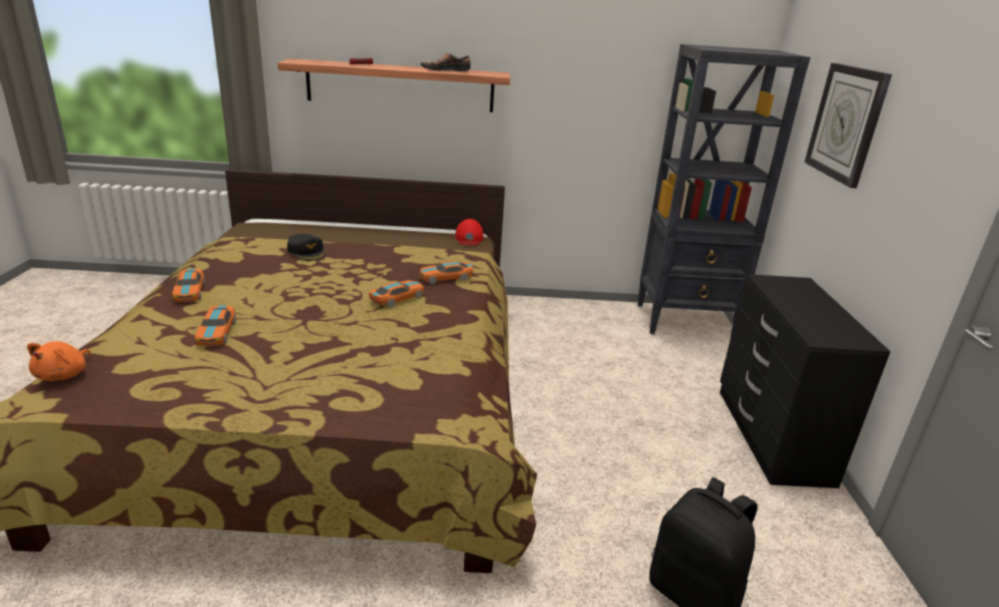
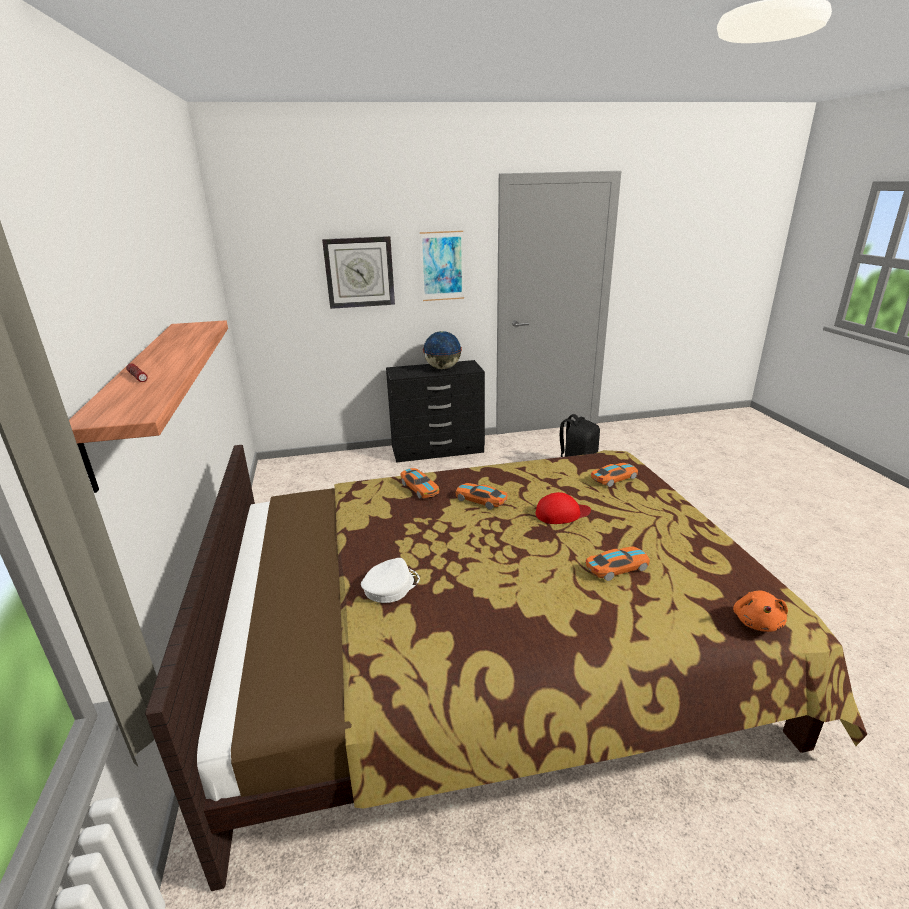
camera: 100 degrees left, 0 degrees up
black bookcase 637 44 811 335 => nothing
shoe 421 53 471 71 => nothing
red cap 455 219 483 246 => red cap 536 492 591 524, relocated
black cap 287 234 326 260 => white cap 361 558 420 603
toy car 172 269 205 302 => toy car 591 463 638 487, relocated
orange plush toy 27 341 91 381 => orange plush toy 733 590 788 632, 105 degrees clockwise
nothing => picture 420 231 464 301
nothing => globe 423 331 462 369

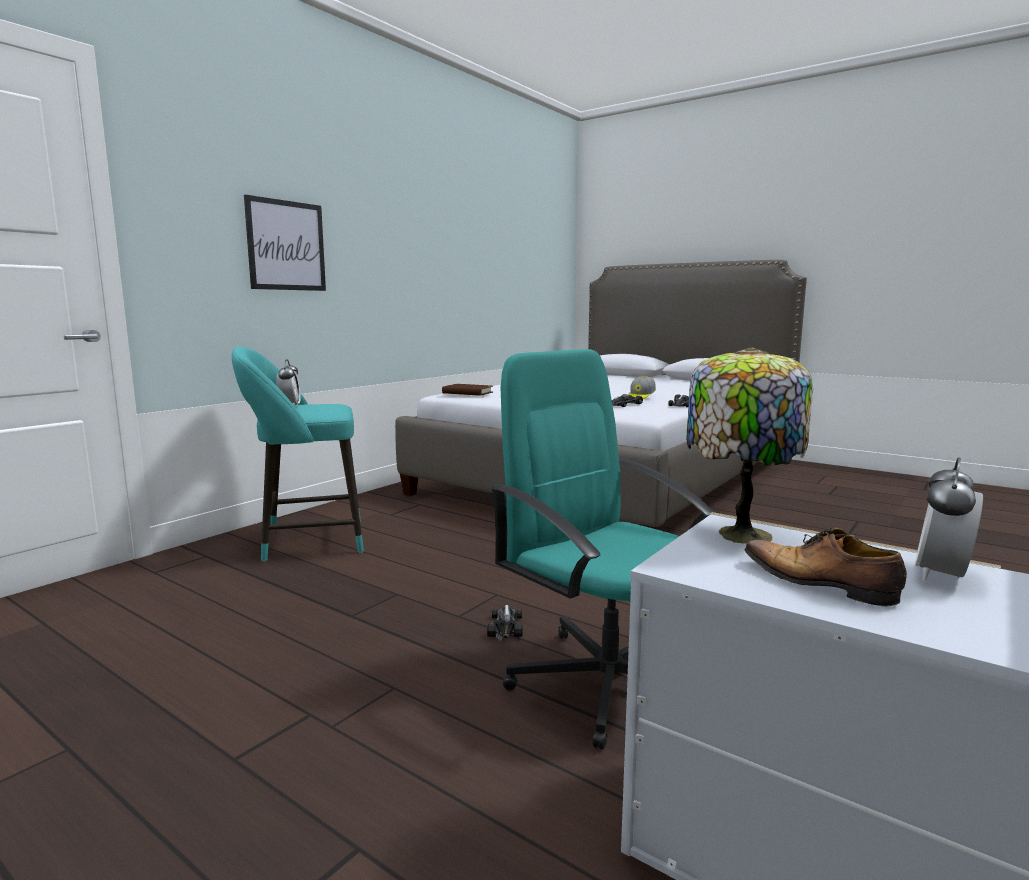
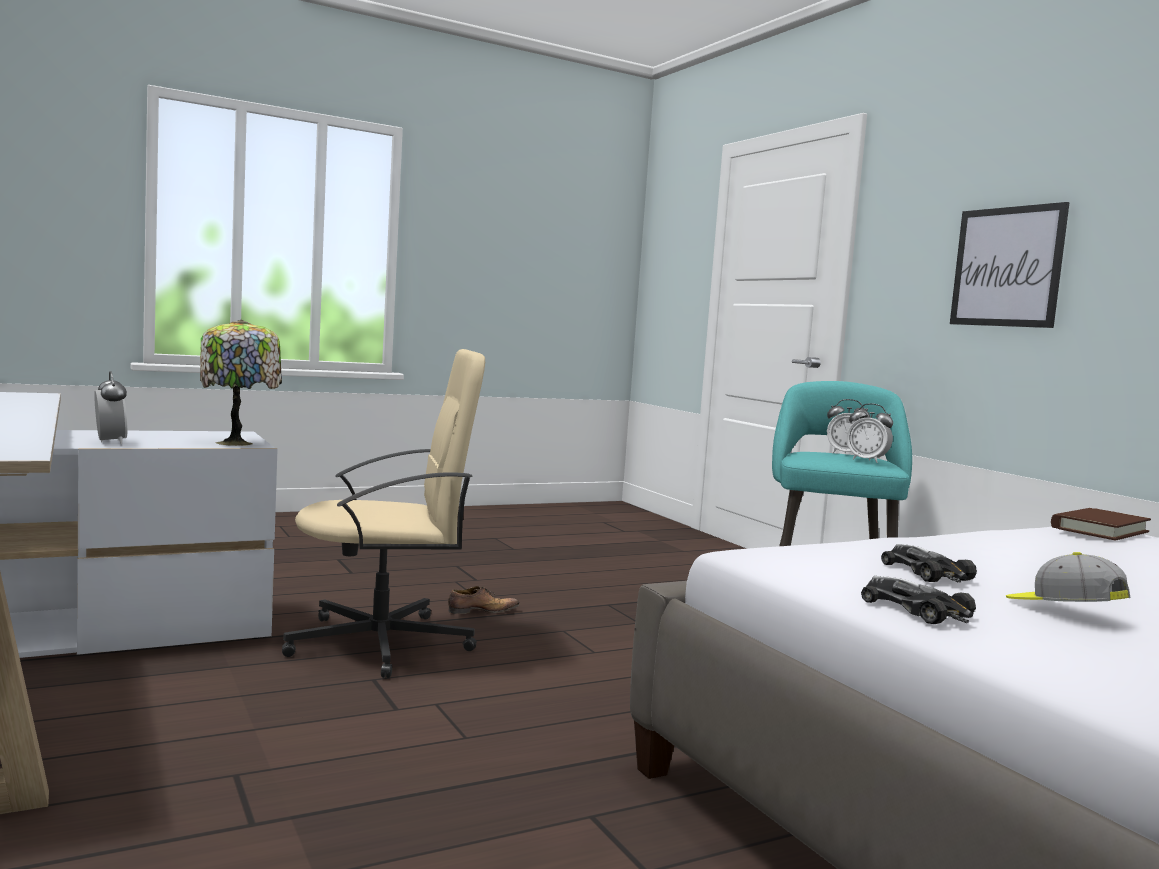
camera: 115 degrees right, 5 degrees down
turquoise office chair 490 349 715 750 => beige office chair 282 349 485 678
shoe 745 528 907 606 => shoe 448 586 520 614, relocated
toy car 487 605 523 640 => nothing
nothing => alarm clock 847 403 893 463

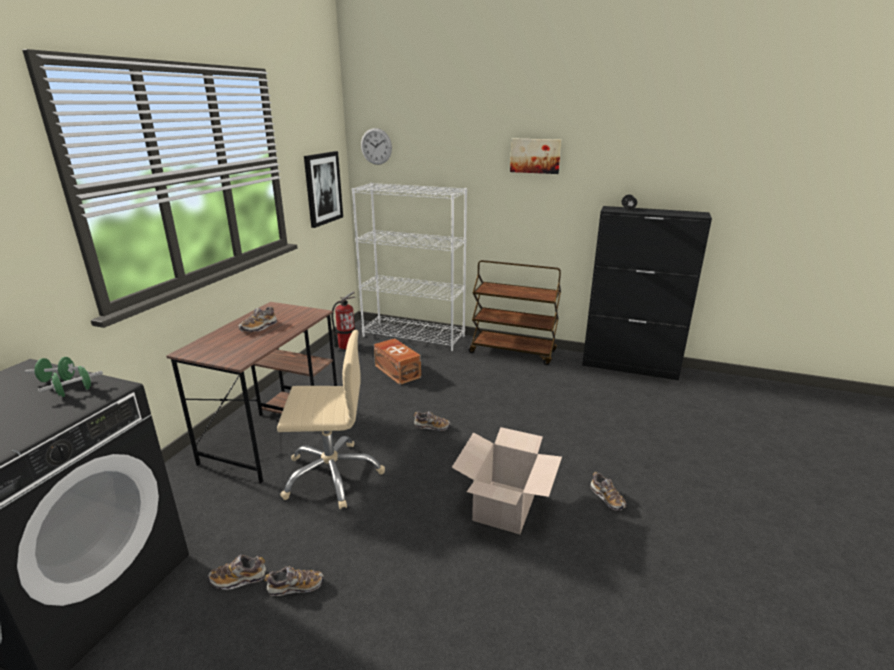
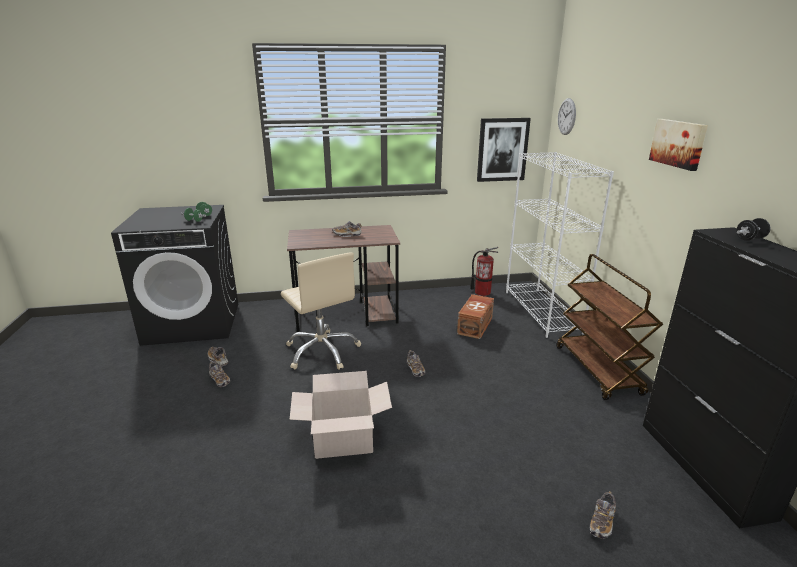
camera: 60 degrees right, 0 degrees up
shoe 590 472 627 511 => shoe 590 491 616 539, relocated

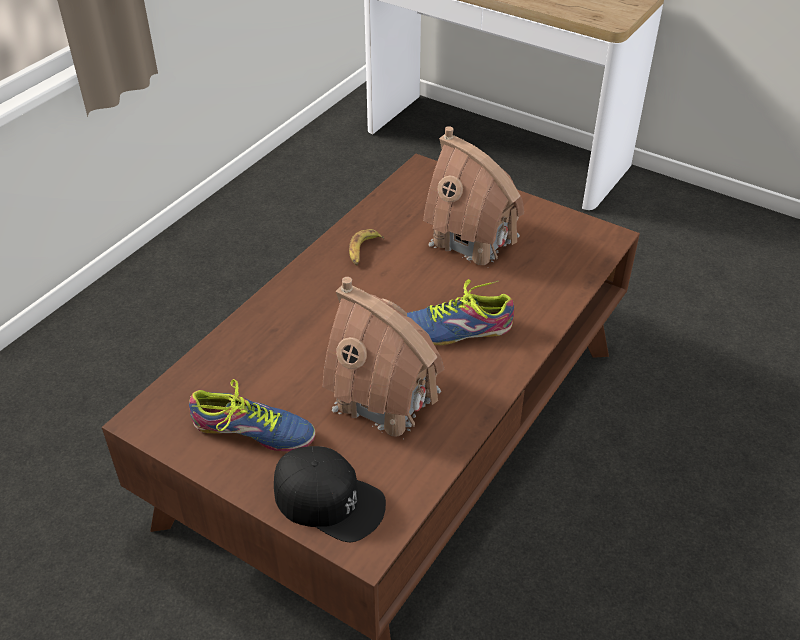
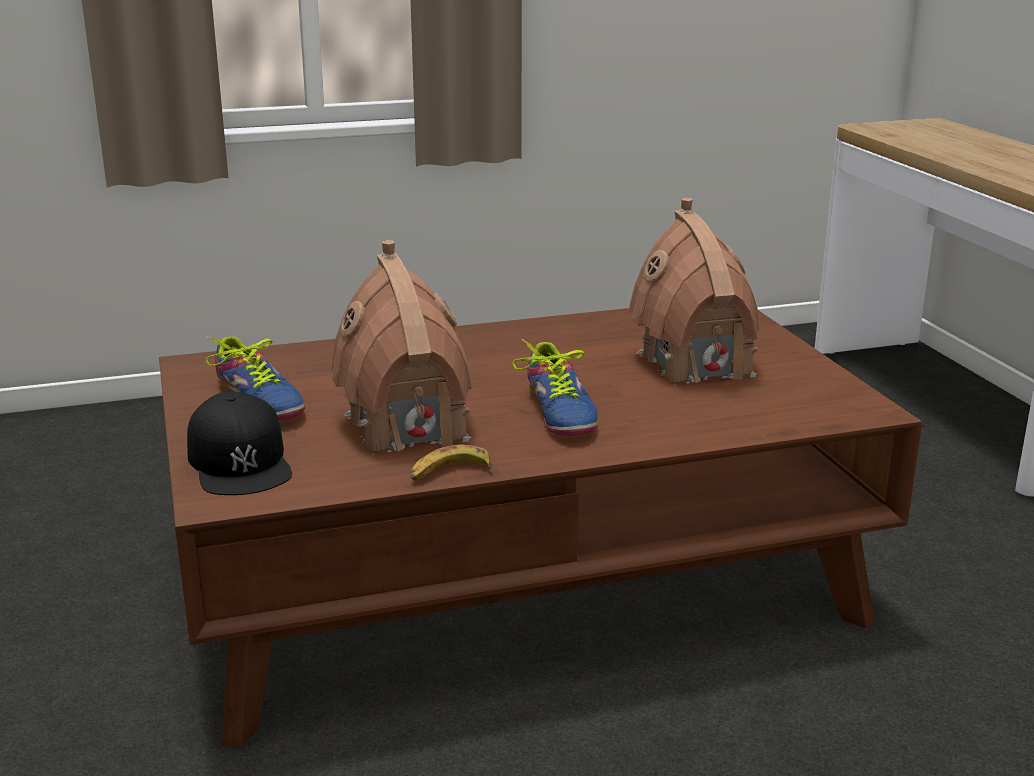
camera: 40 degrees right, 20 degrees down
banana 349 229 384 266 => banana 411 445 492 481, relocated
shoe 407 279 514 345 => shoe 512 339 598 436, 135 degrees counterclockwise

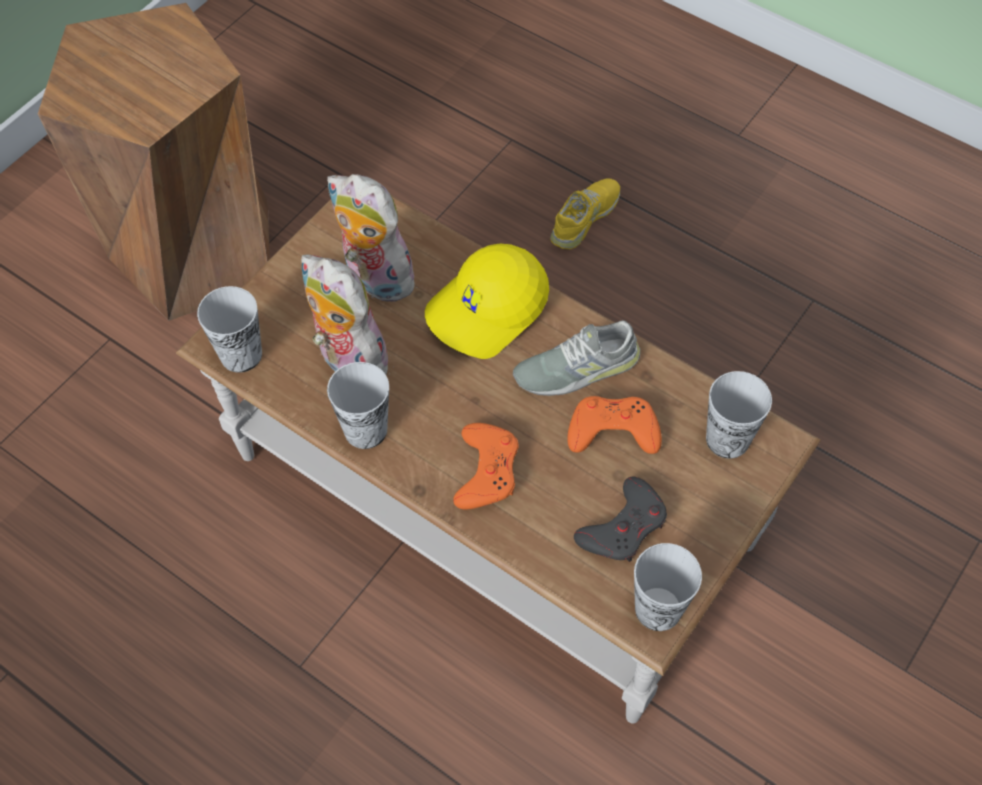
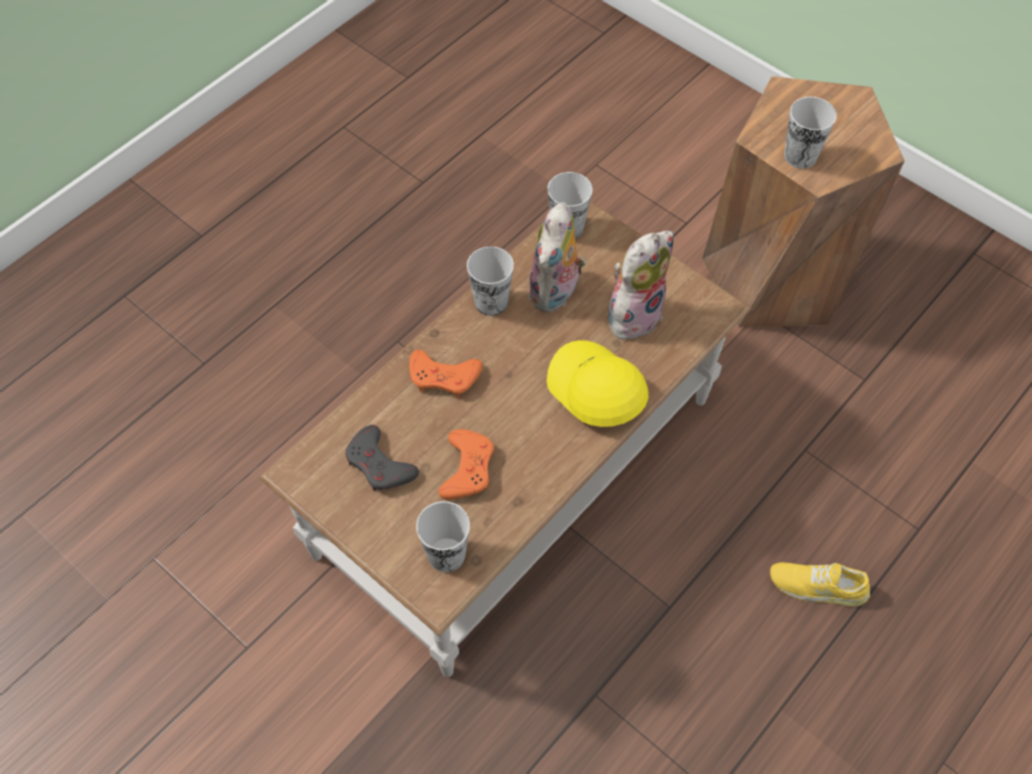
camera: 95 degrees right, 0 degrees up
yellow shoe 550 179 620 249 => yellow shoe 770 562 870 607, 150 degrees clockwise
plush toy 301 255 394 374 => plush toy 528 202 586 313, 150 degrees clockwise
grey shoe 513 320 641 396 => nothing
cup 634 543 702 631 => cup 784 97 837 169, relocated

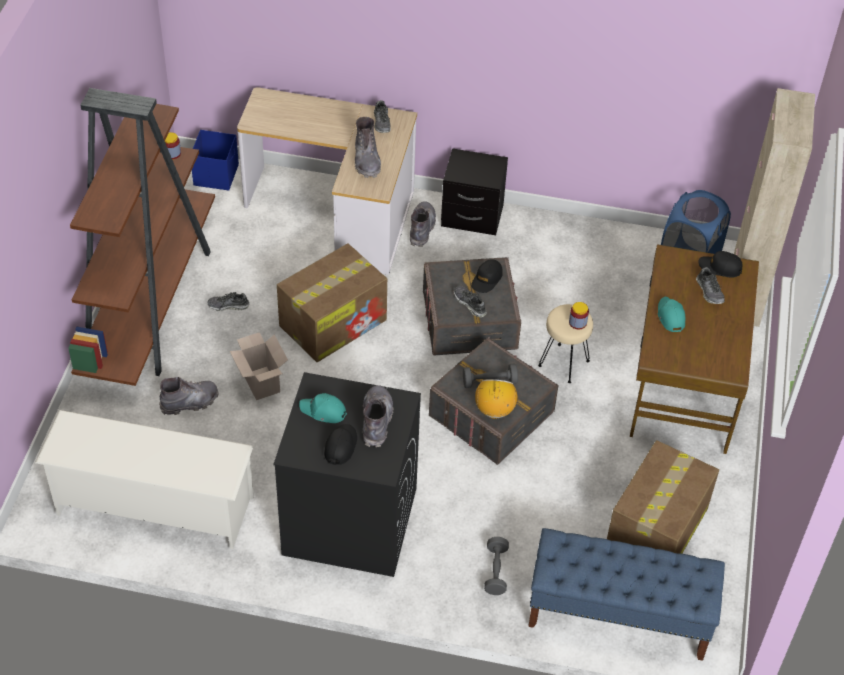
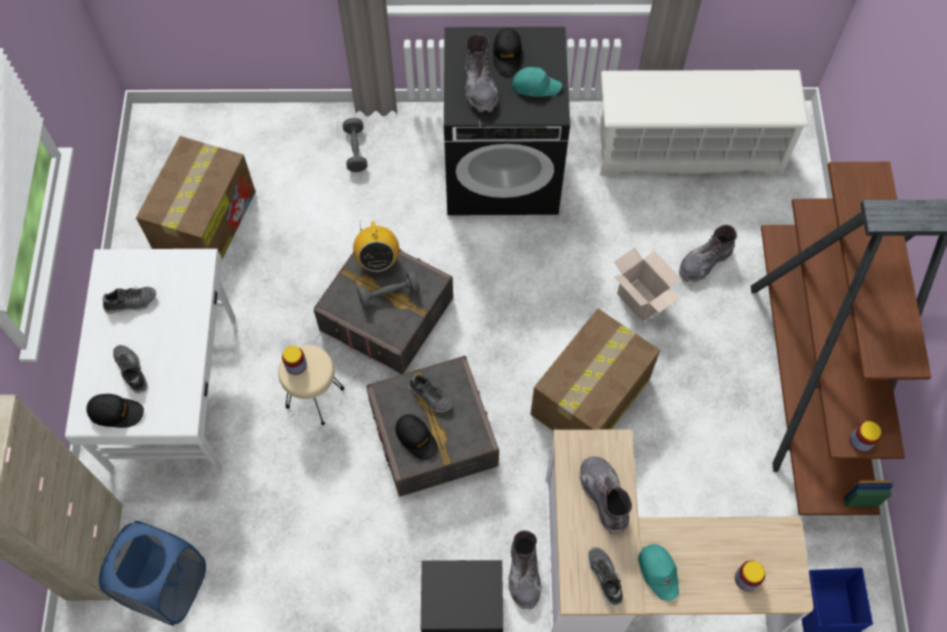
camera: 170 degrees right, 15 degrees up
brown desk 630 244 759 454 => white desk 65 249 236 473
black cap 471 259 503 293 => black cap 396 414 438 460, 120 degrees clockwise
shoe 207 292 249 311 => shoe 103 286 156 314, relocated
turquoise cap 658 297 685 332 => turquoise cap 638 544 679 601, relocated
blue bench 528 528 725 661 => nothing
nothing => jar 735 560 765 591

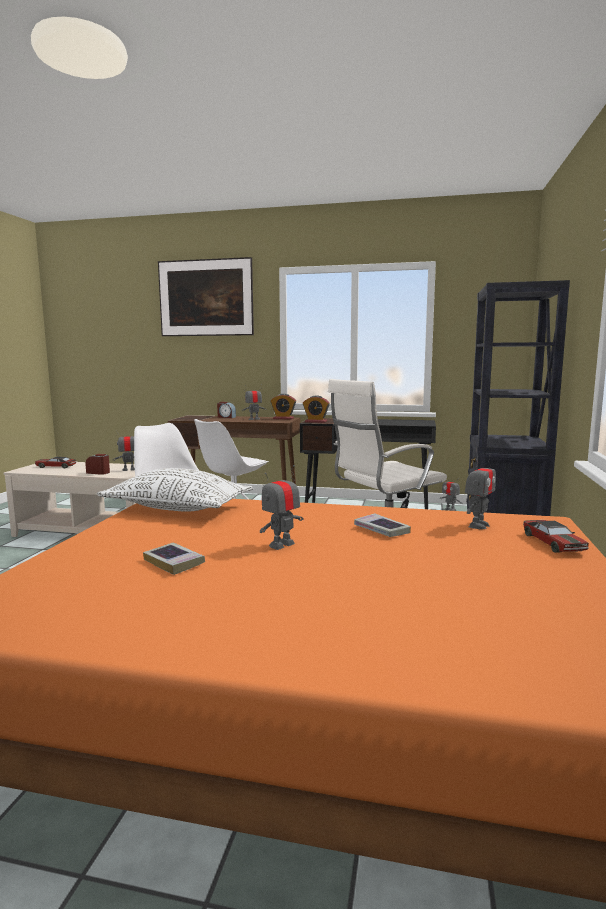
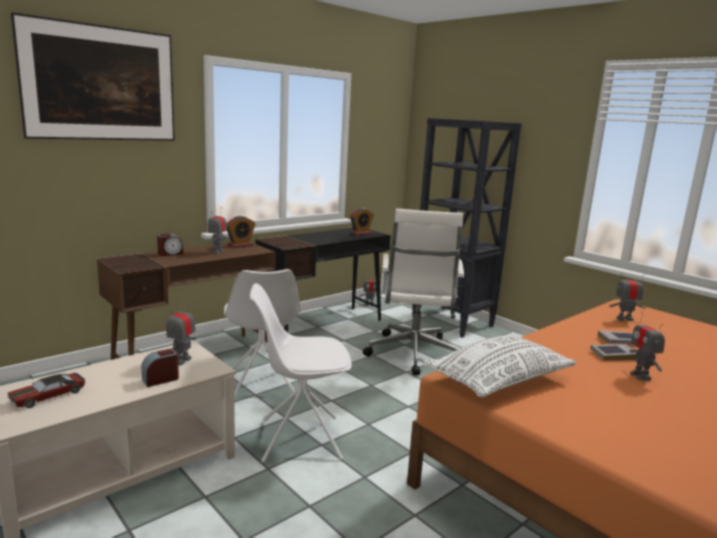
camera: 55 degrees left, 5 degrees up
alarm clock 303 395 330 423 => alarm clock 350 208 374 235, relocated
toy robot 465 455 496 529 => toy robot 609 273 646 321, 75 degrees counterclockwise
toy car 523 520 589 553 => nothing
book 143 542 205 575 => book 590 344 636 361, relocated

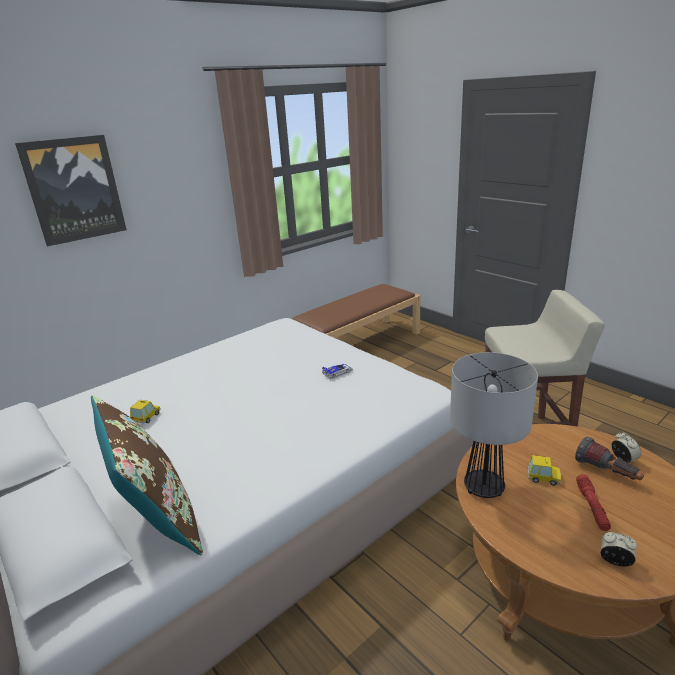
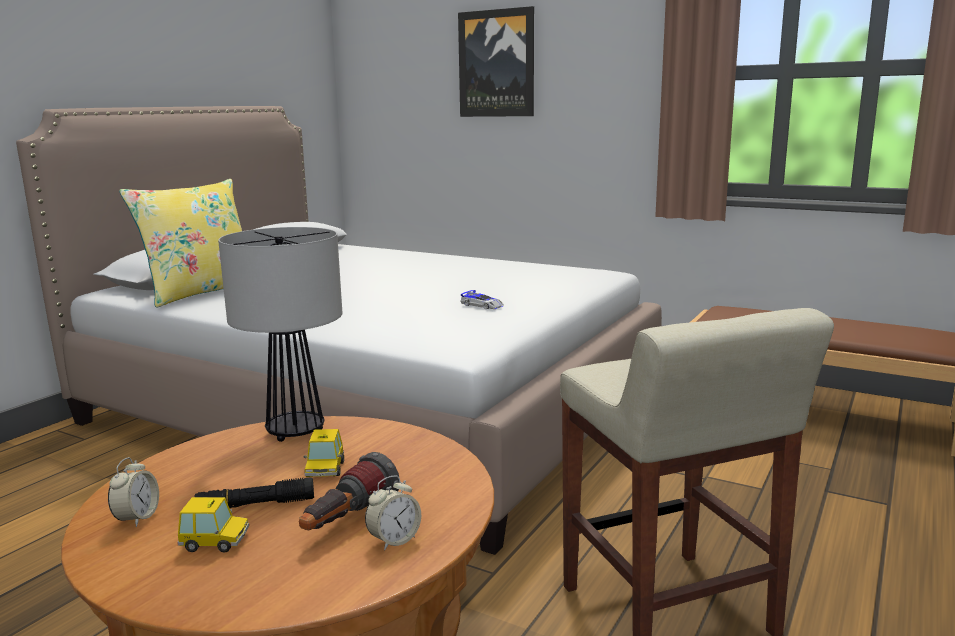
camera: 70 degrees right, 10 degrees down
brown pillow 91 395 203 555 => yellow pillow 119 179 242 308
toy car 130 400 161 424 => toy car 177 497 249 553, relocated
red flashlight 576 474 611 531 => black flashlight 195 477 314 508

